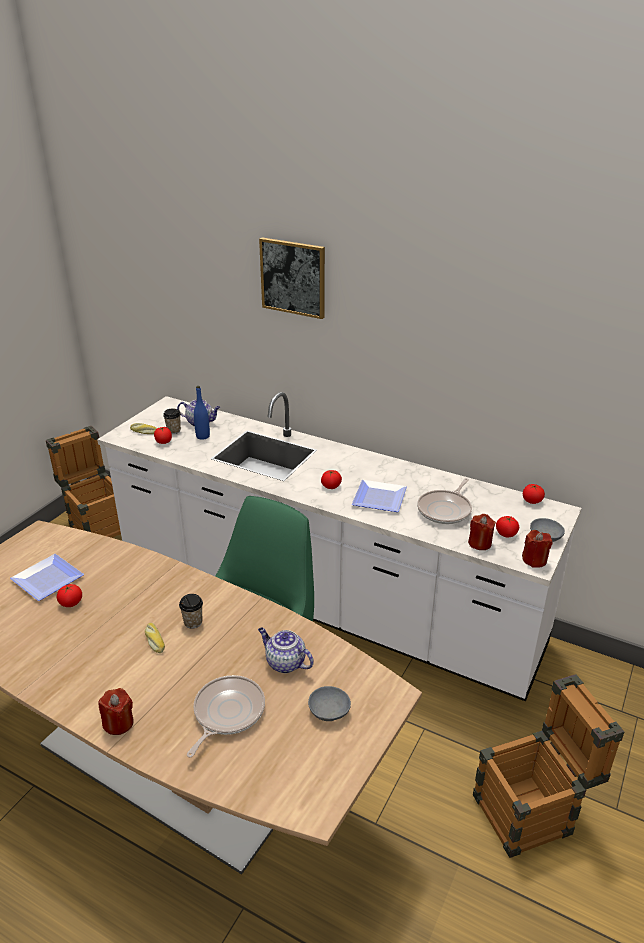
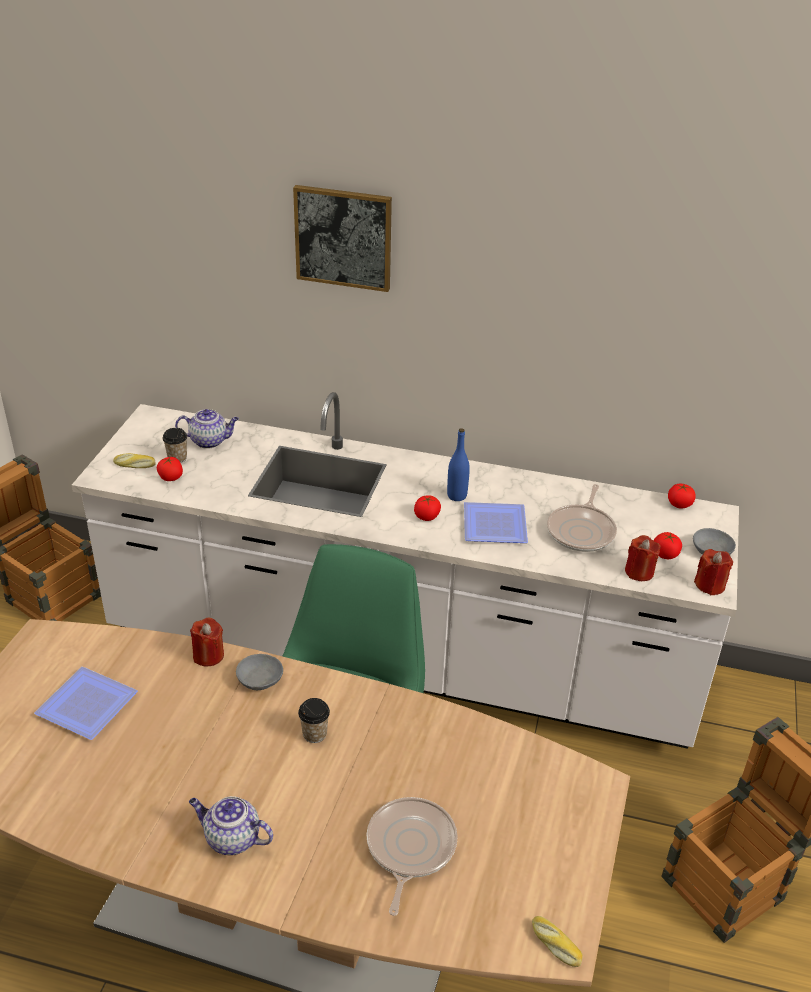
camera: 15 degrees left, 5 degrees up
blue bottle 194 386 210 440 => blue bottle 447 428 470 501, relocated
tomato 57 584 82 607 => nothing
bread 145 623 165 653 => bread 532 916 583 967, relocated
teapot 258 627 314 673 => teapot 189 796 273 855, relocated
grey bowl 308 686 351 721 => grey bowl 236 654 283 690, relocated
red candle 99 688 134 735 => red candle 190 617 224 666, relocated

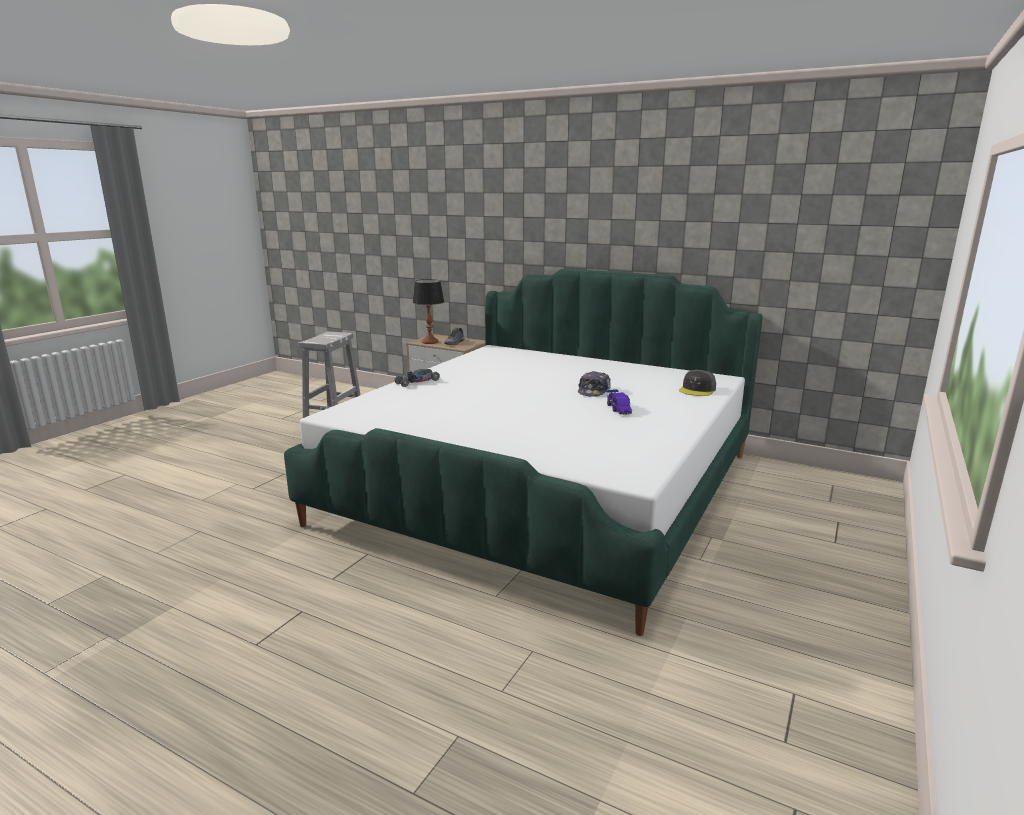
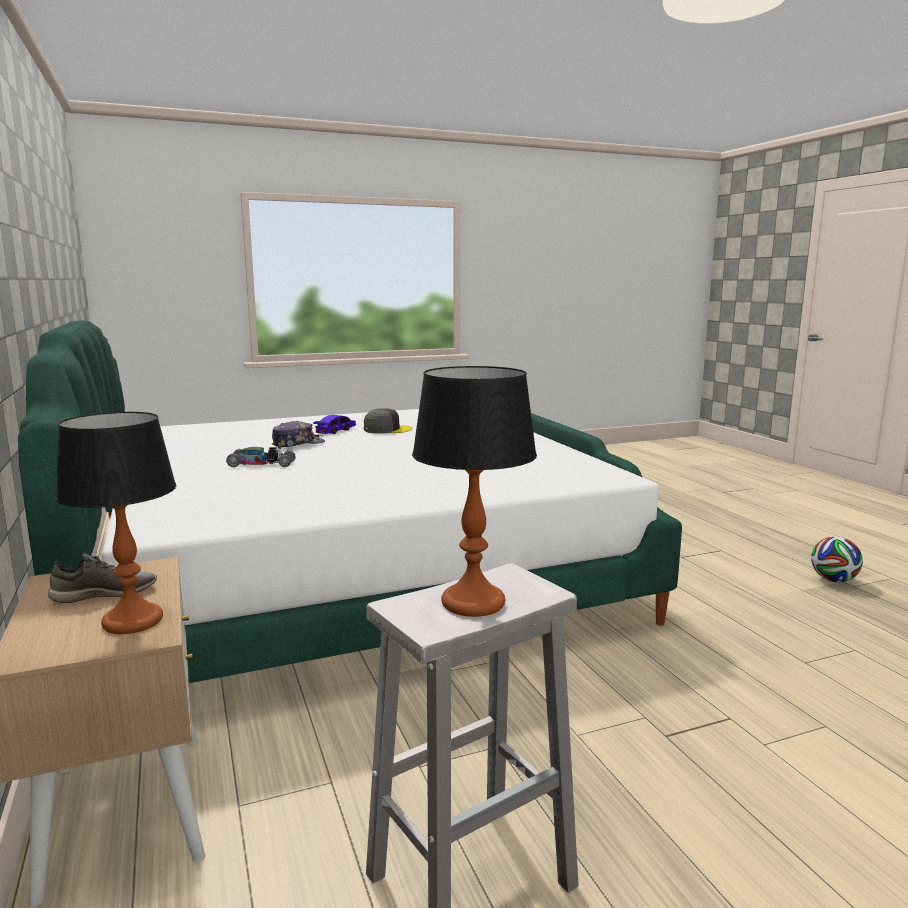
camera: 140 degrees left, 5 degrees down
toy car 395 369 440 387 => toy car 226 447 296 467, relocated
grey cap 679 370 716 396 => grey cap 364 408 412 434, relocated
nothing => table lamp 412 366 537 617
nothing => football 811 536 863 582

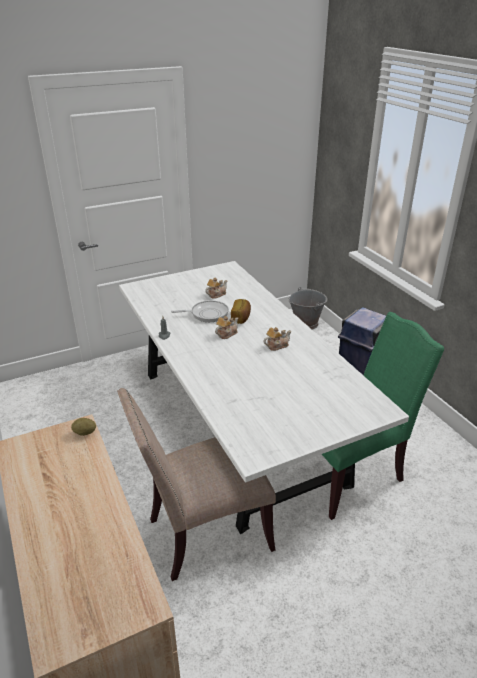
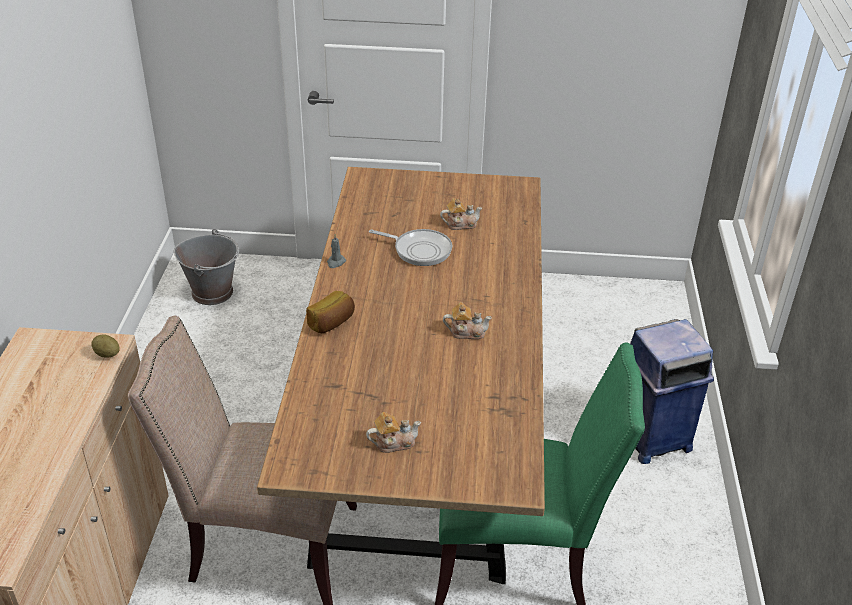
camera: 30 degrees right, 5 degrees up
white dining table 119 261 409 534 => brown dining table 257 167 545 584
grey bucket 288 287 327 330 => grey bucket 174 229 239 305, relocated
bread 231 299 251 324 => bread 306 291 355 333, relocated
teapot 215 316 238 339 => teapot 366 412 421 453, relocated

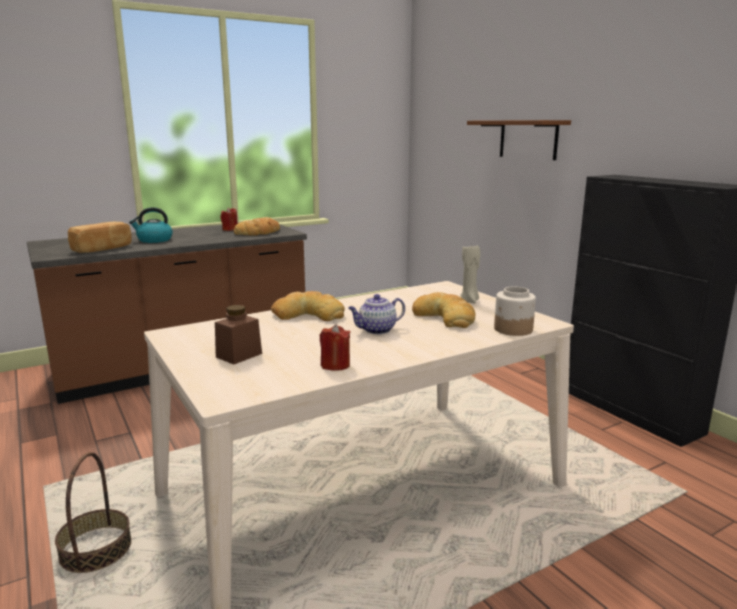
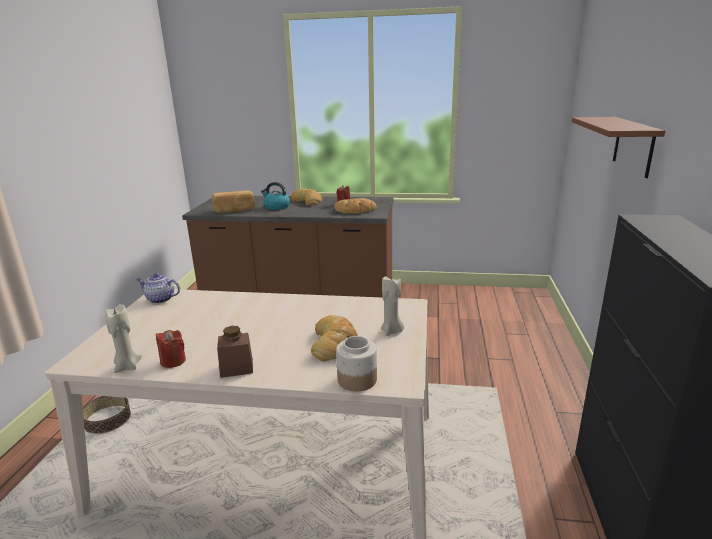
camera: 40 degrees right, 5 degrees up
bread 271 291 345 321 => bread 290 189 322 205, relocated
teapot 348 294 405 334 => teapot 136 273 180 304, relocated
brown jar 215 305 262 364 => brown jar 217 326 253 378, relocated
nothing => beige candle 105 304 142 373

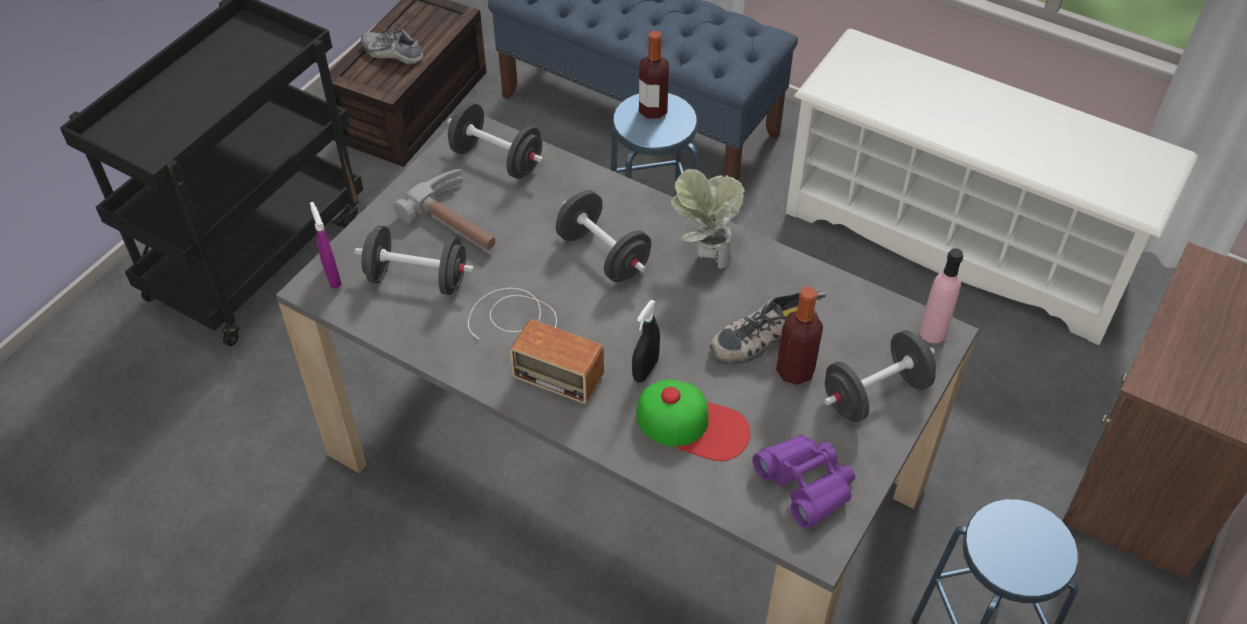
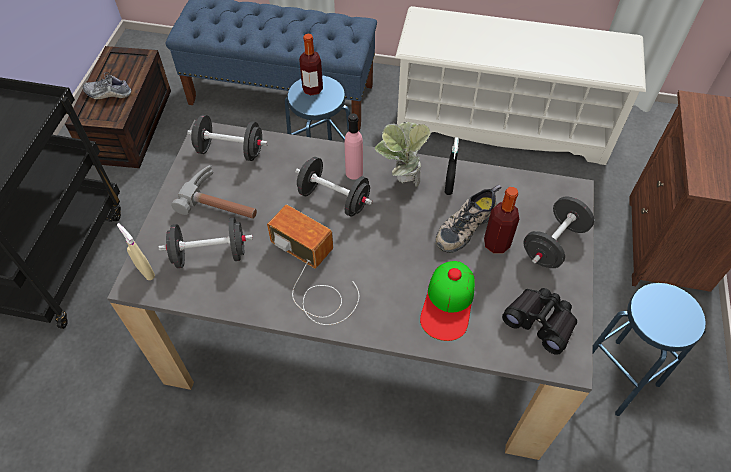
camera: 20 degrees left, 5 degrees up
purple spray bottle 310 202 342 289 => beige spray bottle 117 223 155 280
pink bottle 919 248 963 343 => pink bottle 345 113 363 180, relocated
radio 468 288 604 404 => radio 267 204 359 325, 150 degrees counterclockwise
black spray bottle 632 300 660 383 => black spray bottle 445 137 459 195, relocated
cap 636 379 750 461 => cap 420 261 475 341, 105 degrees clockwise
purple binoculars 752 435 855 528 => black binoculars 502 288 577 355

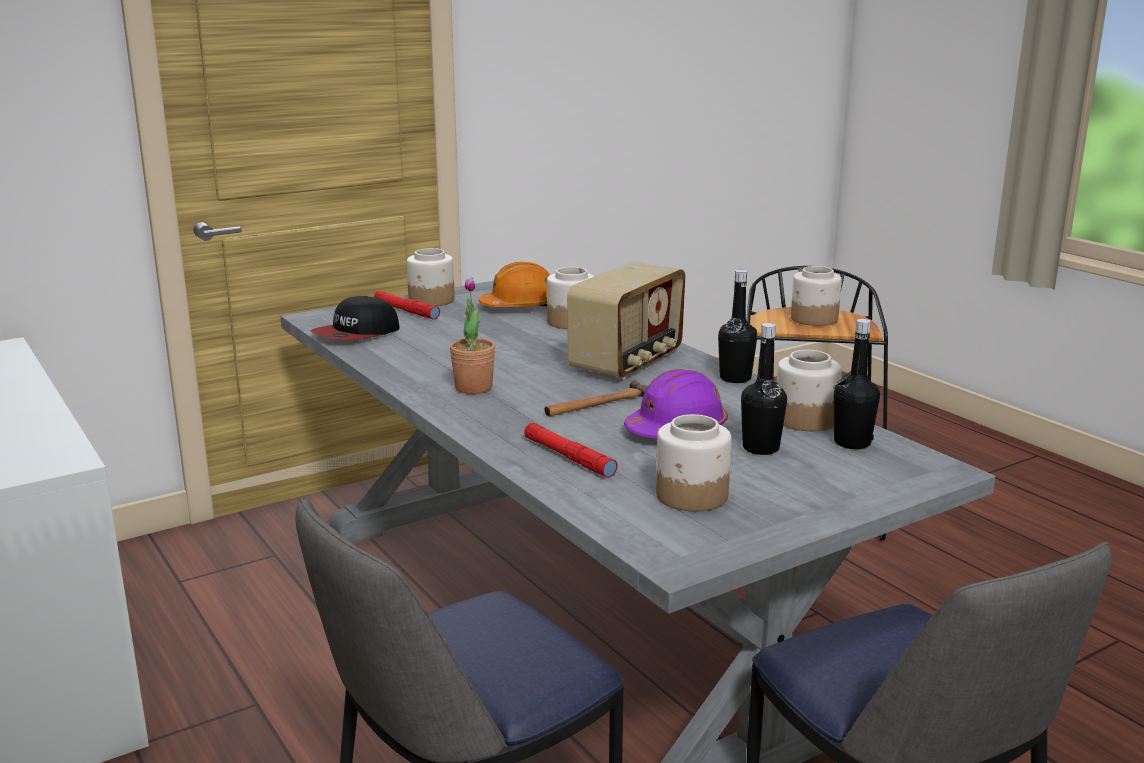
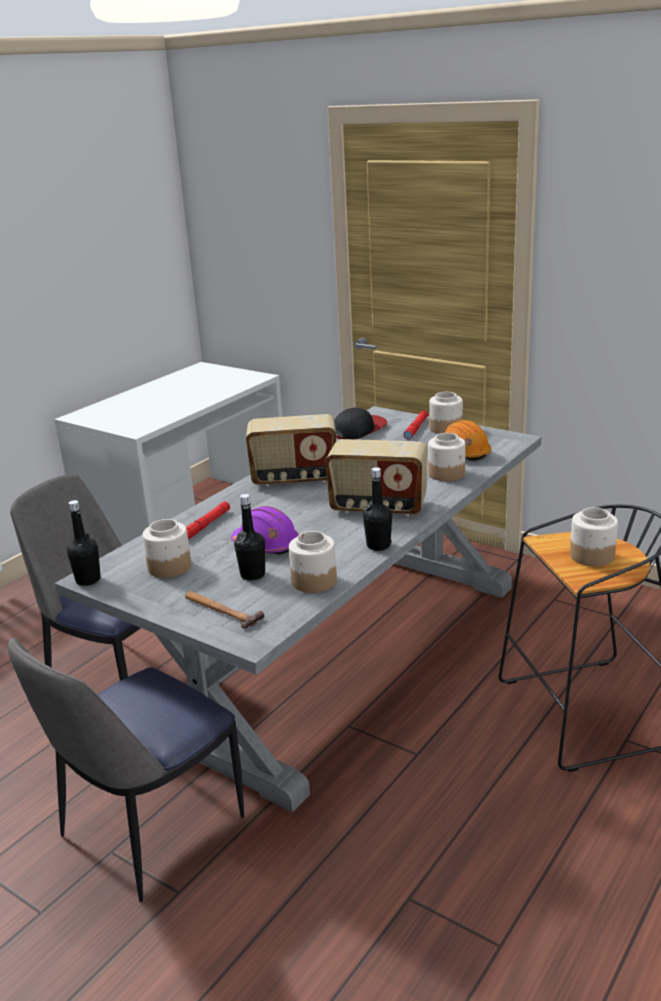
camera: 70 degrees right, 5 degrees up
potted plant 450 277 495 394 => radio 246 414 336 487
cap 310 296 400 340 => cap 334 408 387 439, 120 degrees clockwise
black bottle 834 319 880 449 => black bottle 67 500 101 586, relocated
hammer 544 381 648 416 => hammer 185 591 264 629, relocated

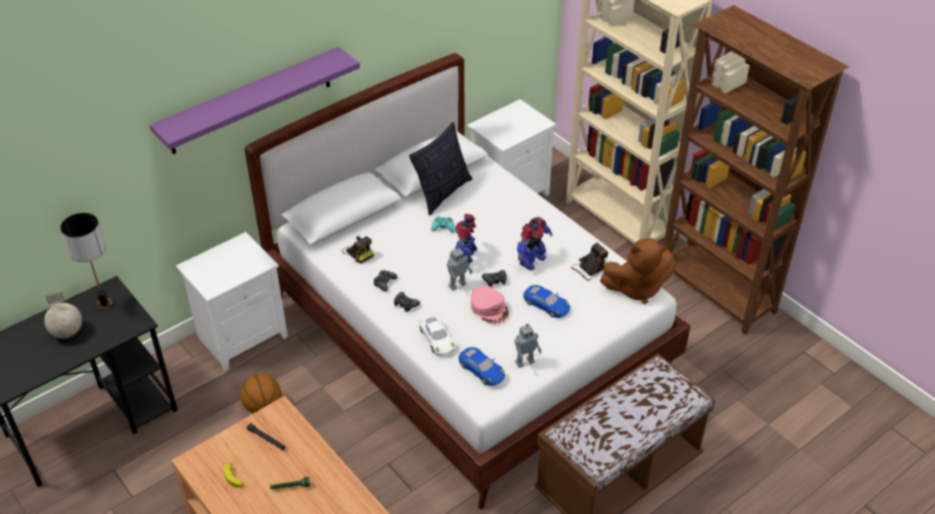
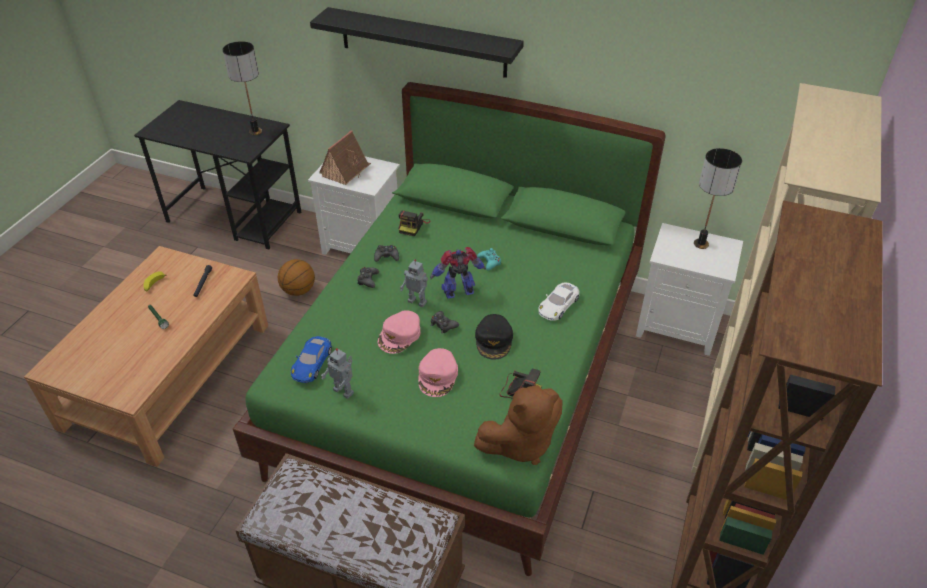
camera: 60 degrees right, 0 degrees up
purple shelf 150 47 360 154 => black shelf 310 7 524 78
white bed 245 53 690 509 => green bed 233 82 666 576
pillow 409 122 472 216 => nothing
toy robot 517 217 553 270 => black cap 475 314 513 360
brown plush toy 600 238 676 304 => brown plush toy 474 385 563 465, 75 degrees counterclockwise
blue toy car 523 285 570 318 => pink cap 418 348 458 397
globe 44 292 82 338 => nothing
white toy car 419 315 455 356 => white toy car 538 282 579 321, relocated
nothing => toy house 319 130 371 185
nothing => table lamp 694 148 742 249

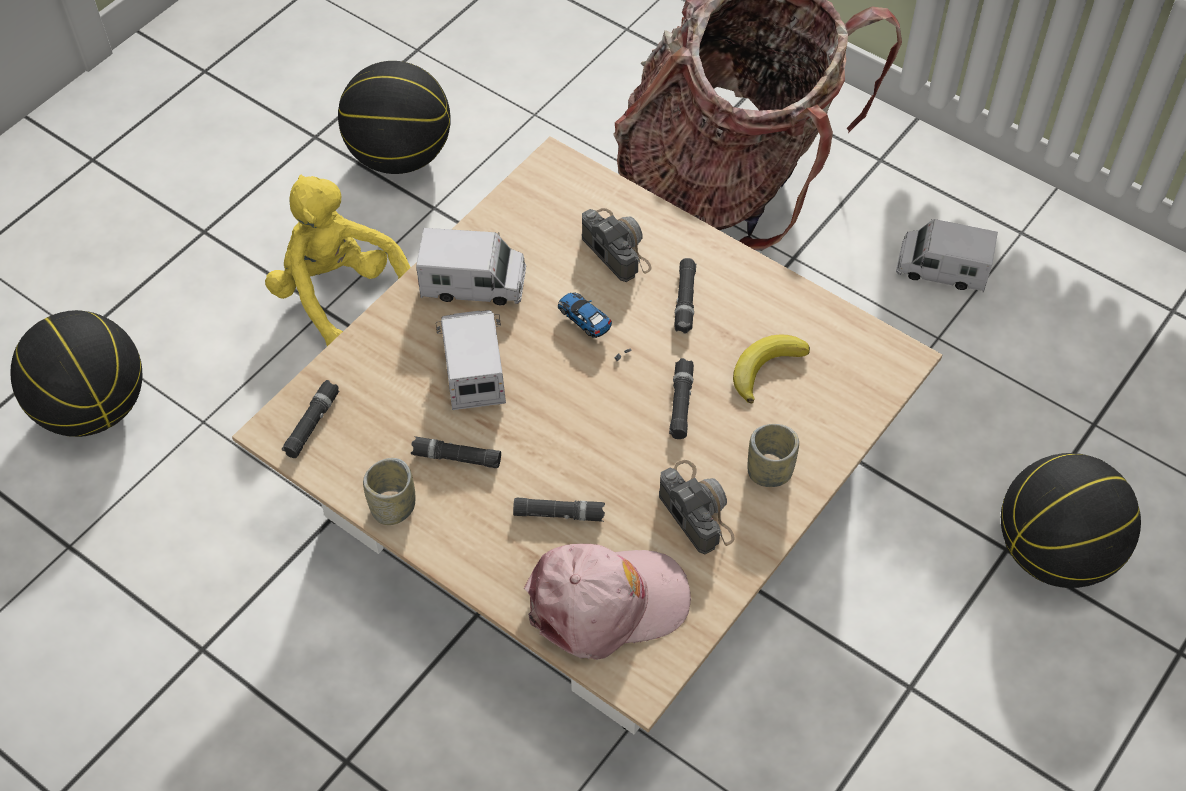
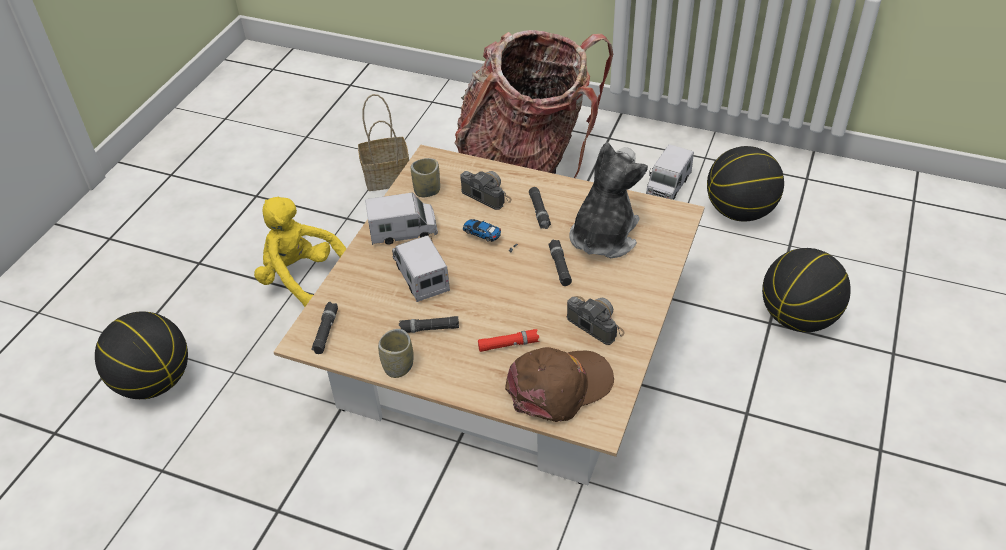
camera: 15 degrees left, 10 degrees down
basketball 338 61 451 174 => basketball 707 146 784 222, relocated
toy truck 896 219 998 292 => toy truck 646 144 694 200, 60 degrees counterclockwise
banana 733 334 810 404 => plush toy 569 142 648 258
cup 748 424 799 487 => cup 411 158 440 197, relocated
black flashlight 513 498 605 522 => red flashlight 478 329 539 352
pink cap 524 544 691 660 => brown cap 505 347 614 422
nothing => basket 358 94 409 191

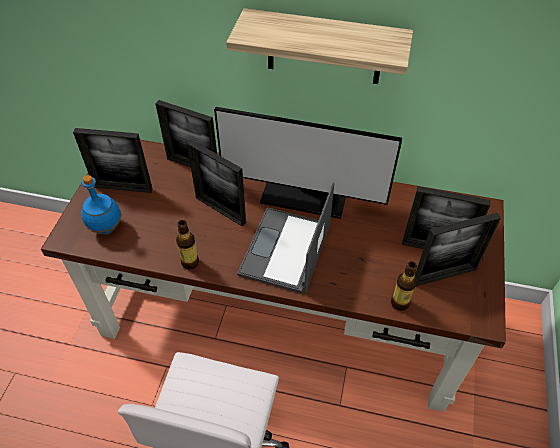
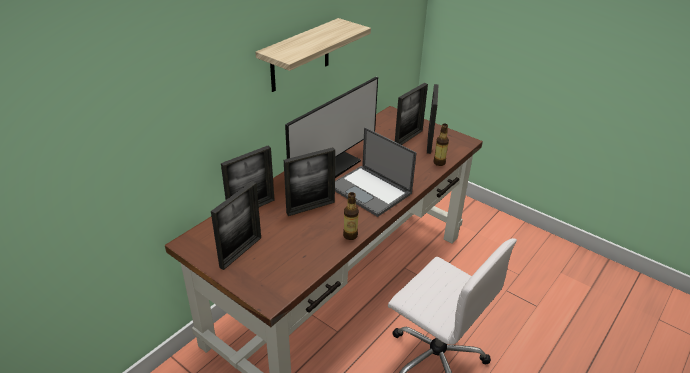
camera: 65 degrees left, 15 degrees down
blue bottle 81 175 121 235 => nothing

